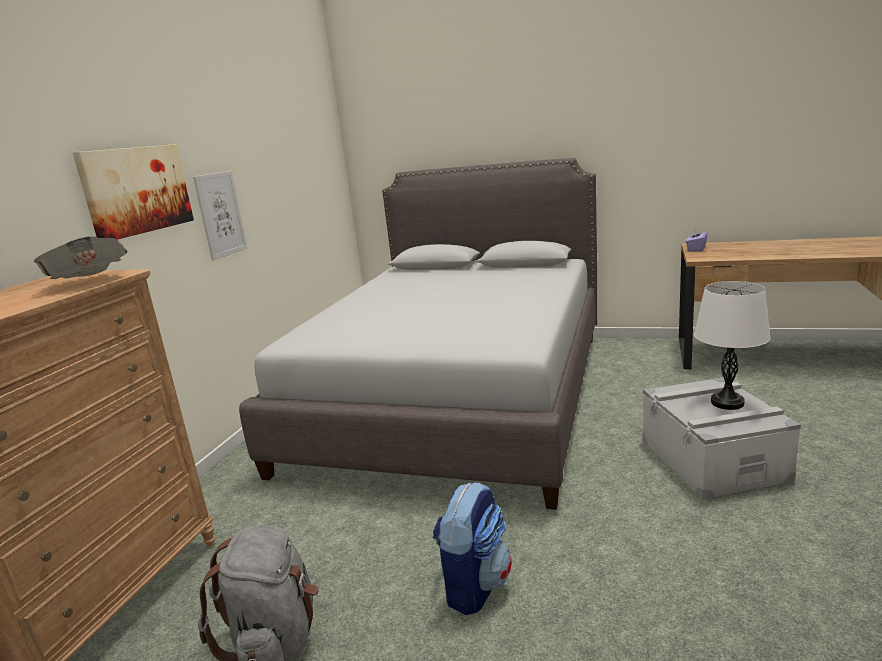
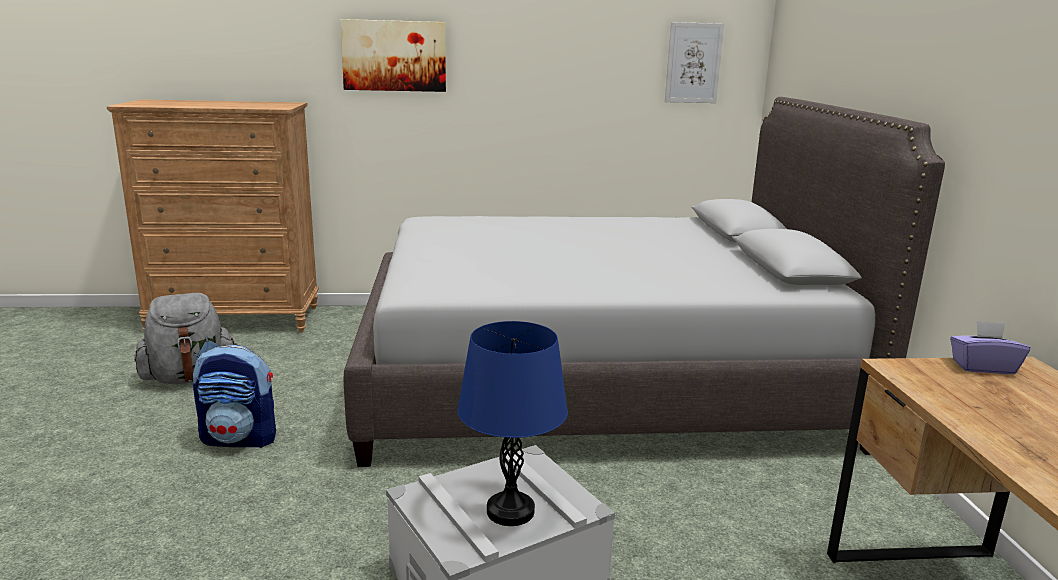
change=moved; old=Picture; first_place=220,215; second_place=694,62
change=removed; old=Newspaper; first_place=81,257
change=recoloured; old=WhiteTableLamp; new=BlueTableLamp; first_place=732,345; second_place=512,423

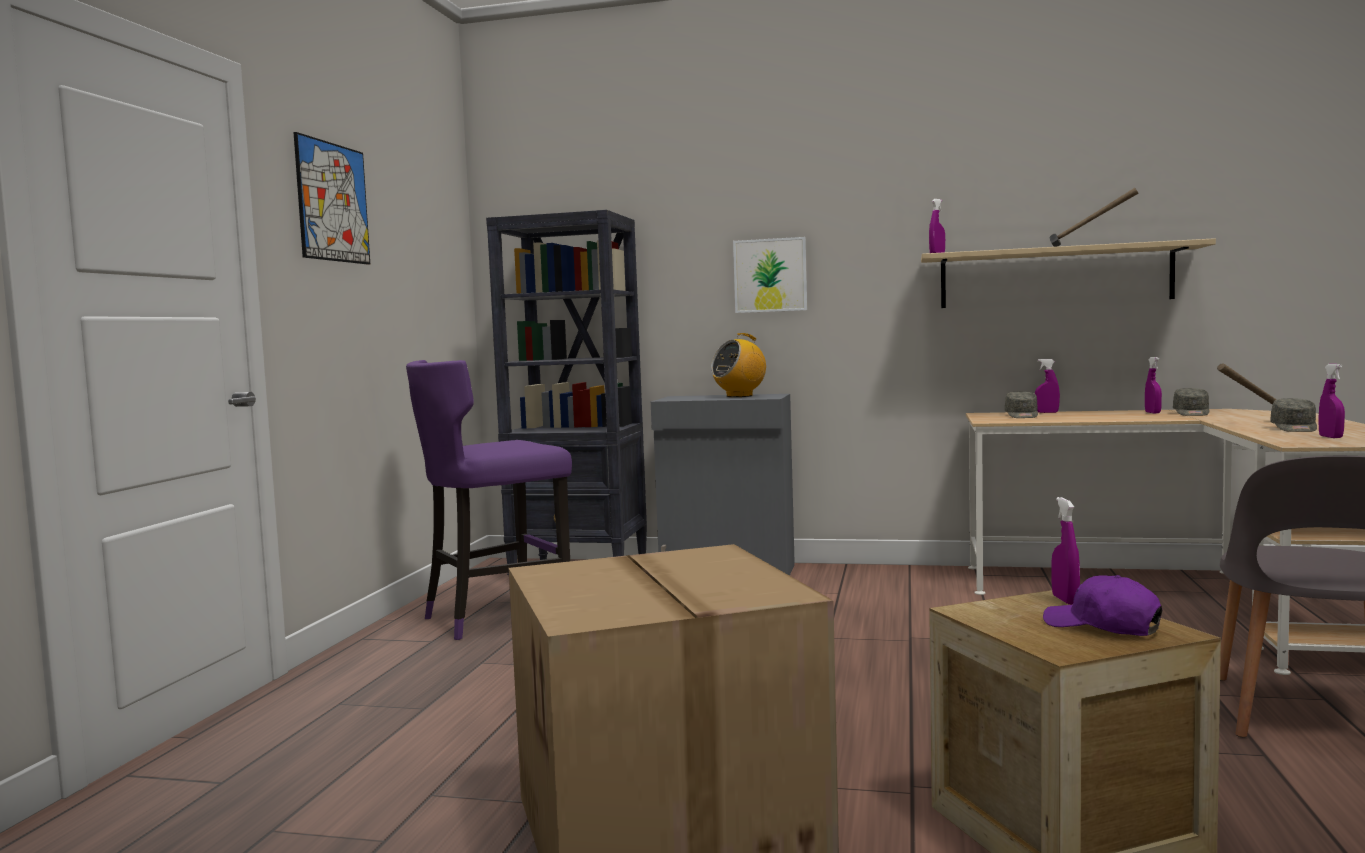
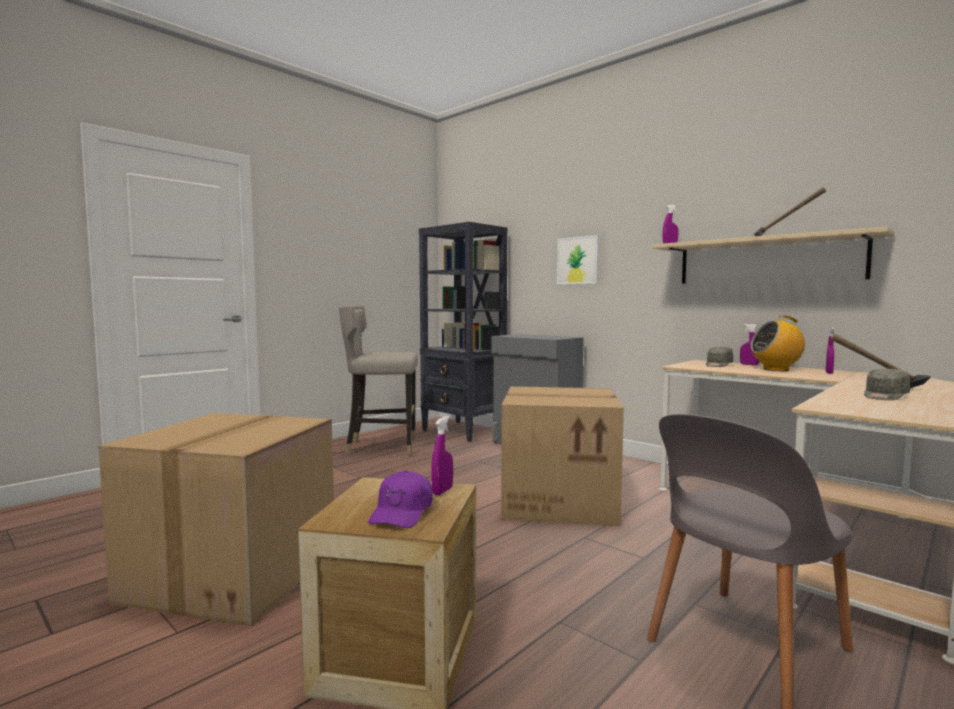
change=removed; old=Picture; first_place=332,198
change=moved; old=Radio; first_place=738,365; second_place=778,343
change=recoloured; old=PurpleStool; new=GreyStool; first_place=489,500; second_place=378,380
change=removed; old=PurpleSprayBottle; first_place=1332,401
change=removed; old=GreyCap; first_place=1191,402
change=turned; old=PurpleCap; first_place=1102,605; second_place=400,499; degrees=-150
change=added; new=CardboardBox; second_place=562,456

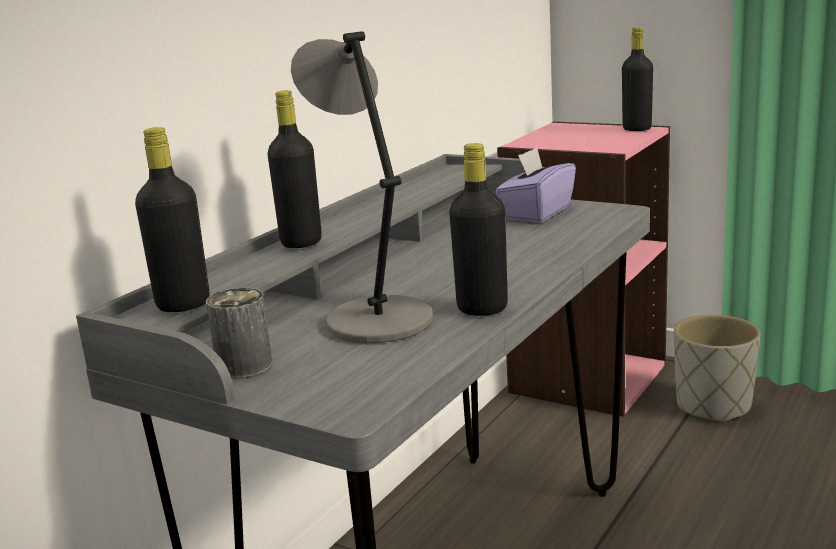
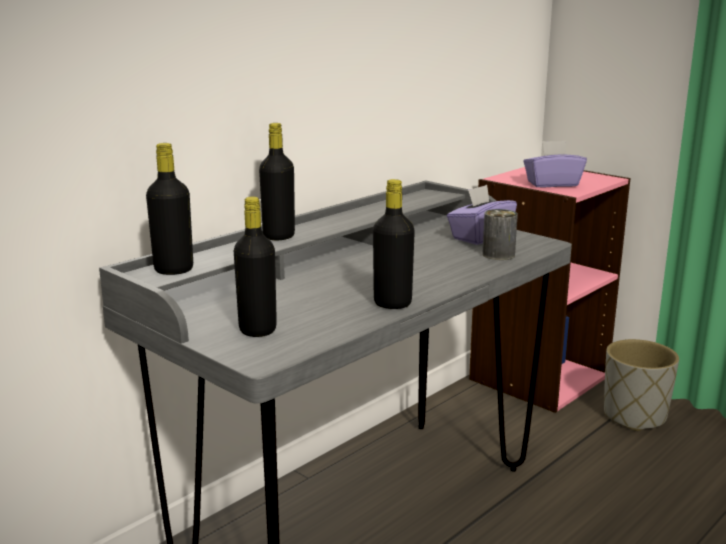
change=moved; old=BlackBottle; first_place=637,79; second_place=255,266
change=removed; old=GreyTableLamp; first_place=362,187
change=moved; old=Can; first_place=239,333; second_place=500,234
change=added; new=PurpleTissueBox; second_place=555,164

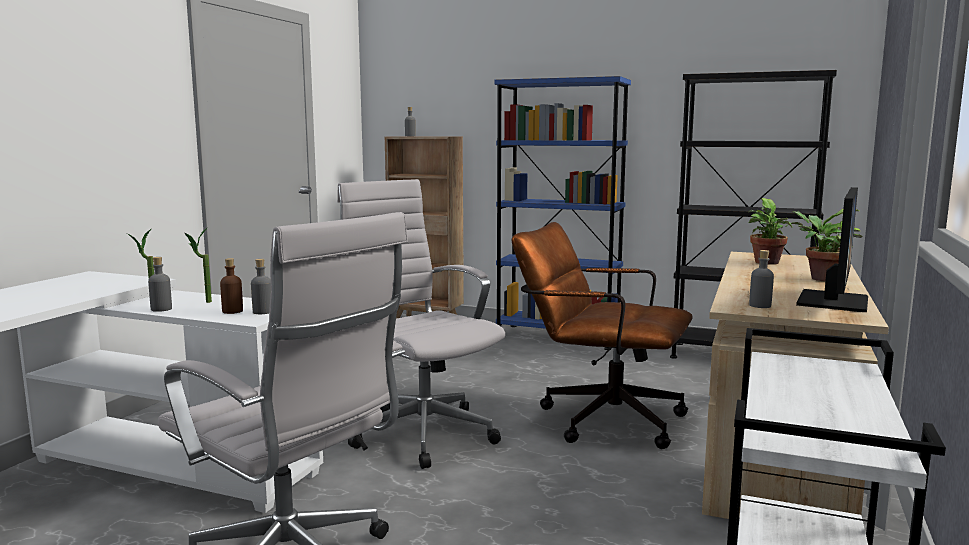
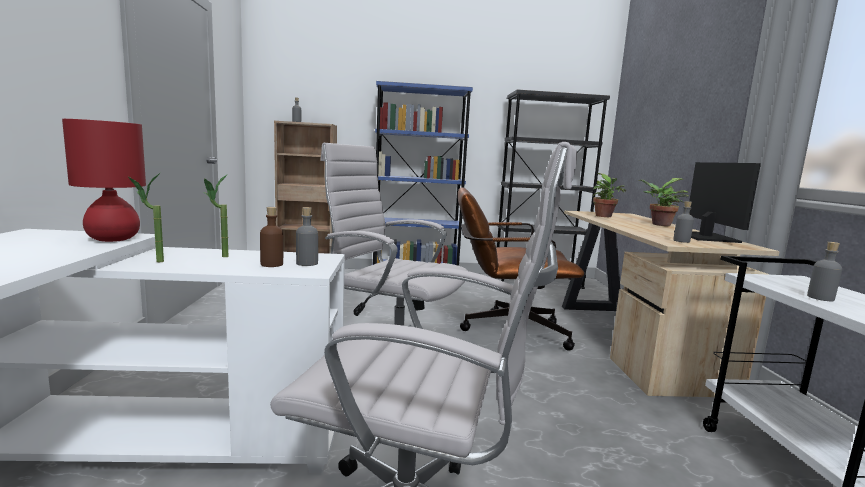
change=moved; old=GreyBottle; first_place=160,284; second_place=824,271
change=added; new=RedTableLamp; second_place=104,180

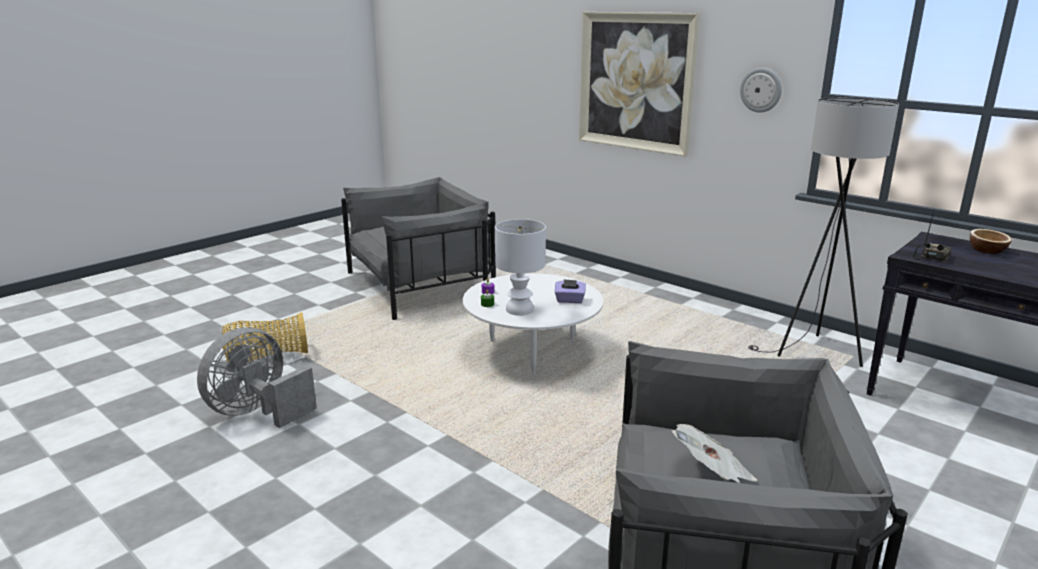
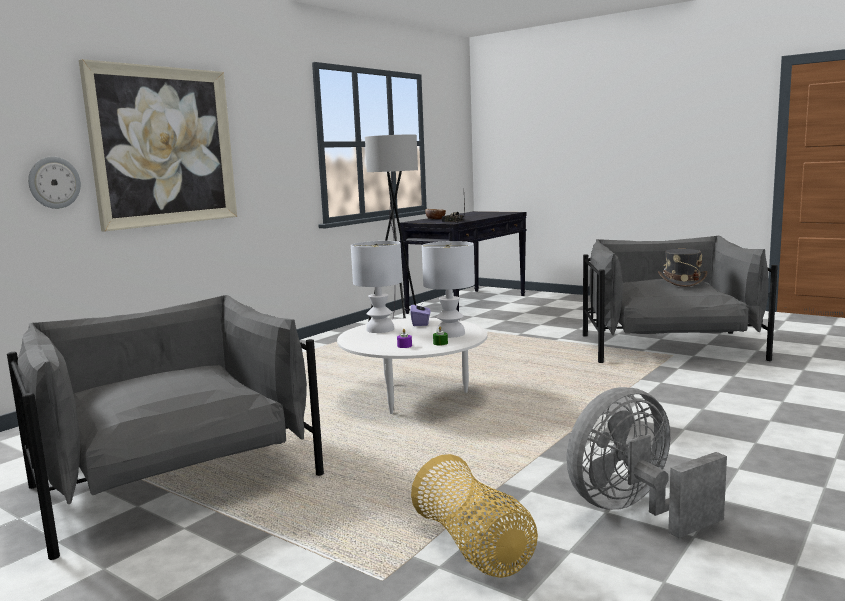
change=moved; old=WallClock; first_place=761,90; second_place=54,183
change=turned; old=GreyFan; first_place=257,377; second_place=646,462; degrees=120
change=replaced; old=Newspaper; new=GreyHat; first_place=714,453; second_place=682,268
change=added; new=WhiteTableLamp; second_place=376,287

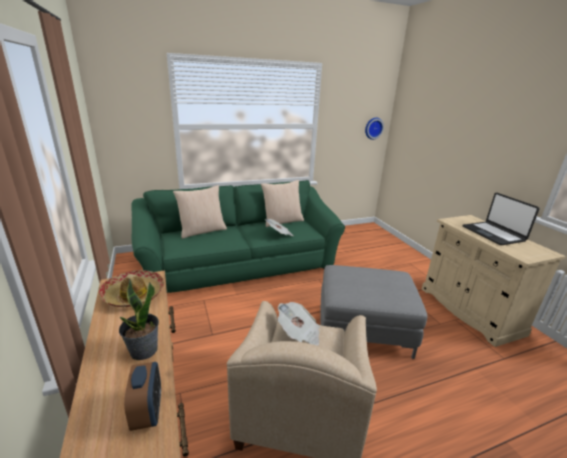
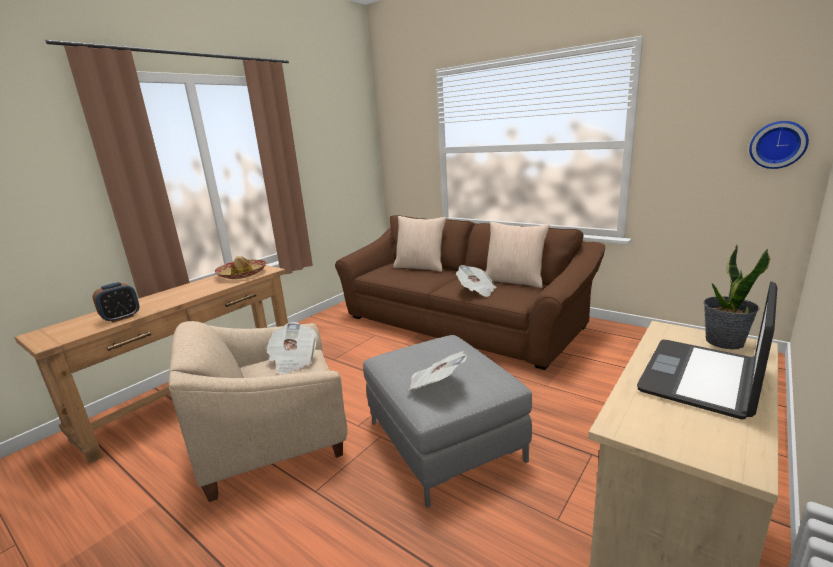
change=recoloured; old=GreenSofa; new=BrownSofa; first_place=238,236; second_place=470,292
change=moved; old=PottedPlant; first_place=139,319; second_place=737,296
change=added; new=Newspaper; second_place=437,371

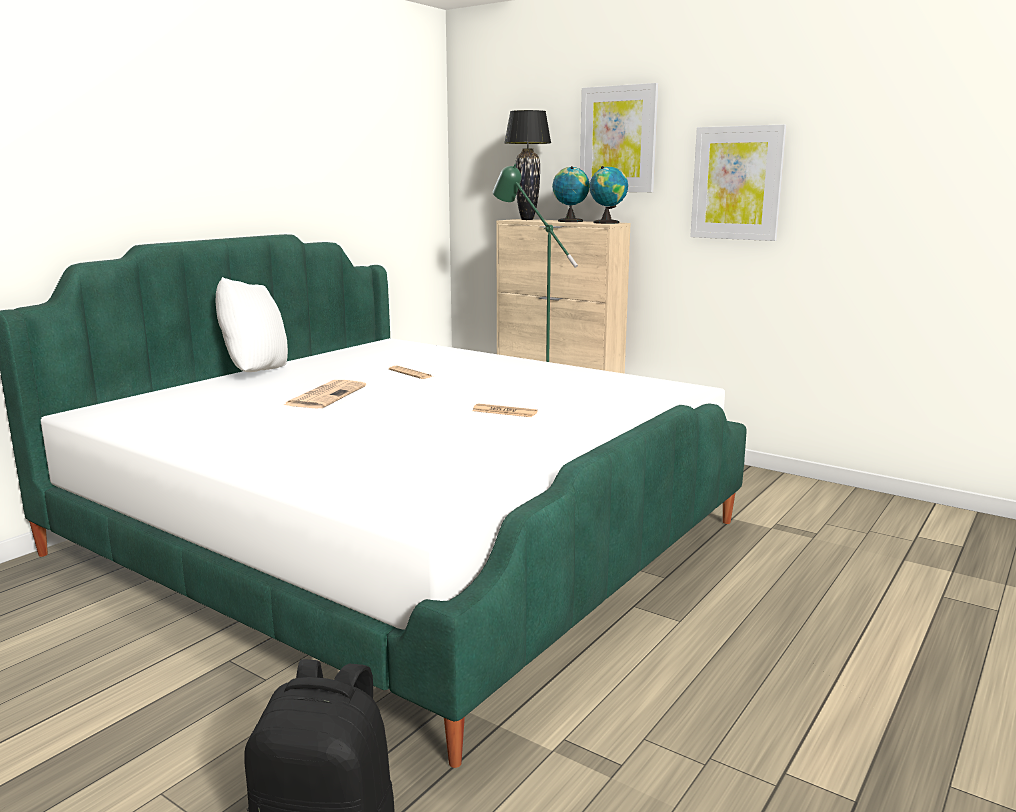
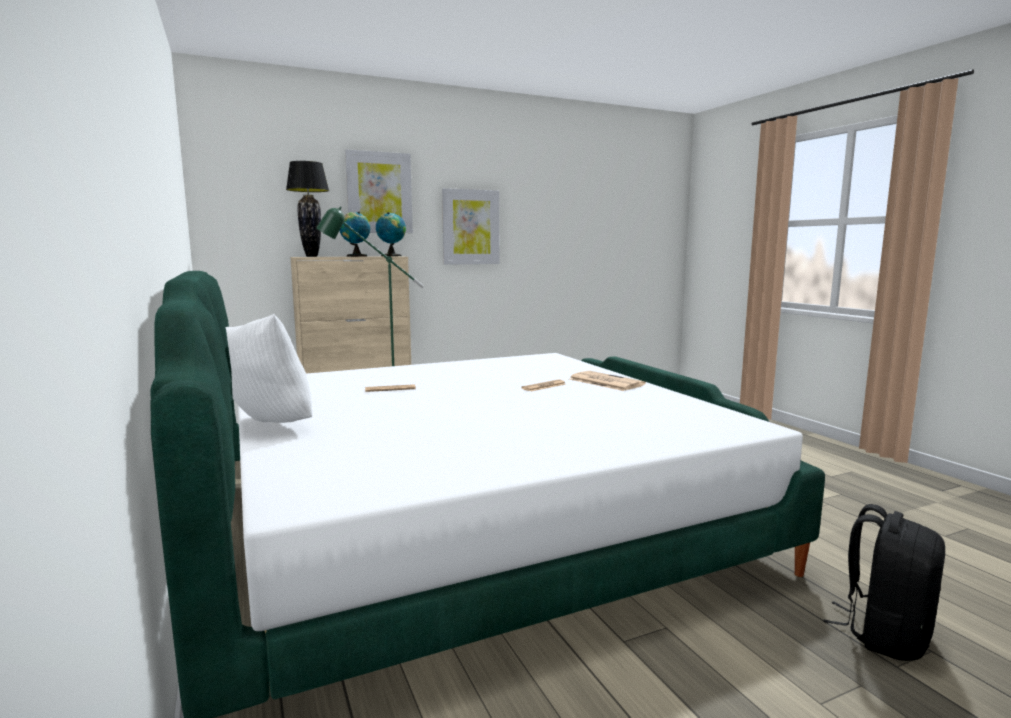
change=moved; old=Newspaper; first_place=325,394; second_place=607,381

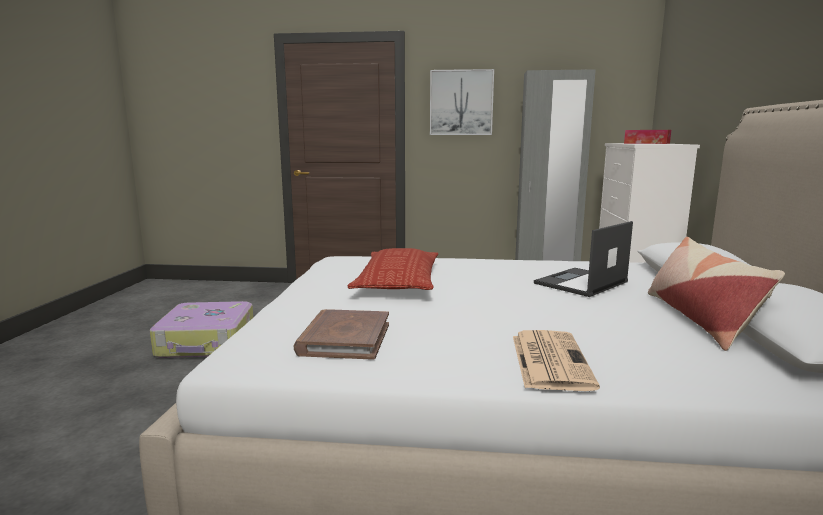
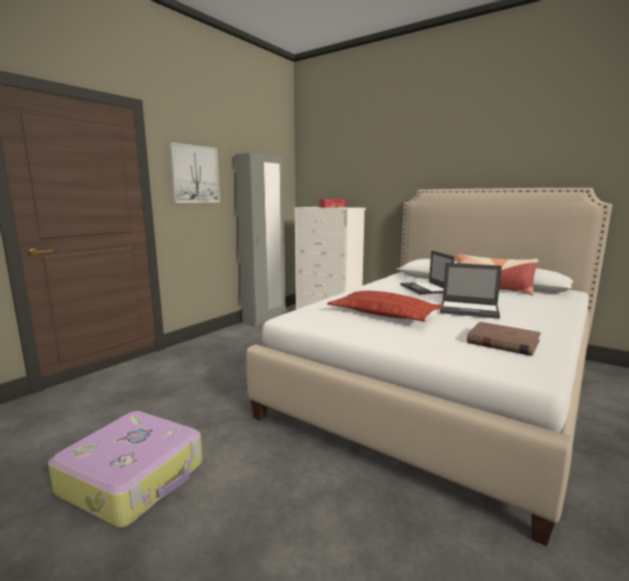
change=removed; old=Newspaper; first_place=556,360
change=added; new=Laptop; second_place=471,291

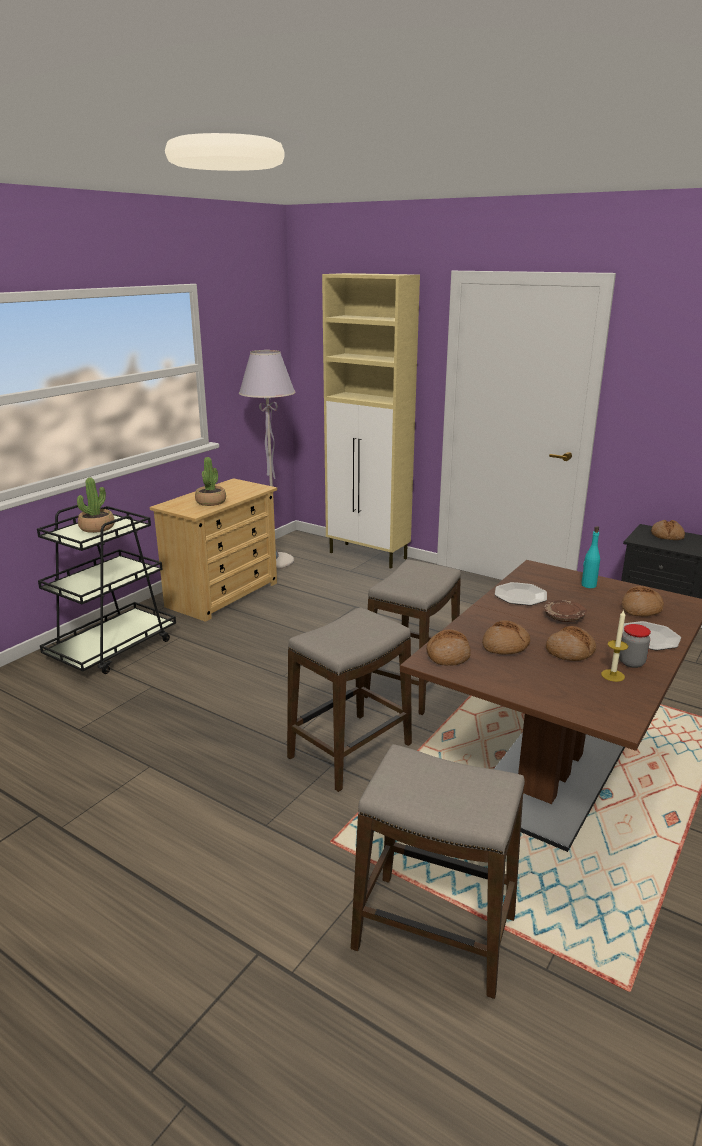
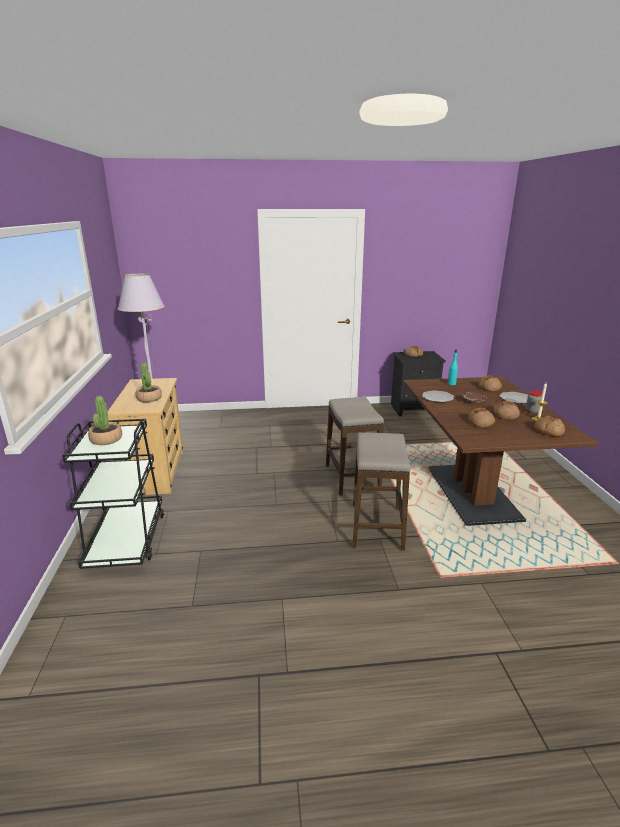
change=removed; old=BeigeCabinet; first_place=371,420
change=moved; old=Bread; first_place=448,647; second_place=549,426
change=removed; old=Stool; first_place=438,871

